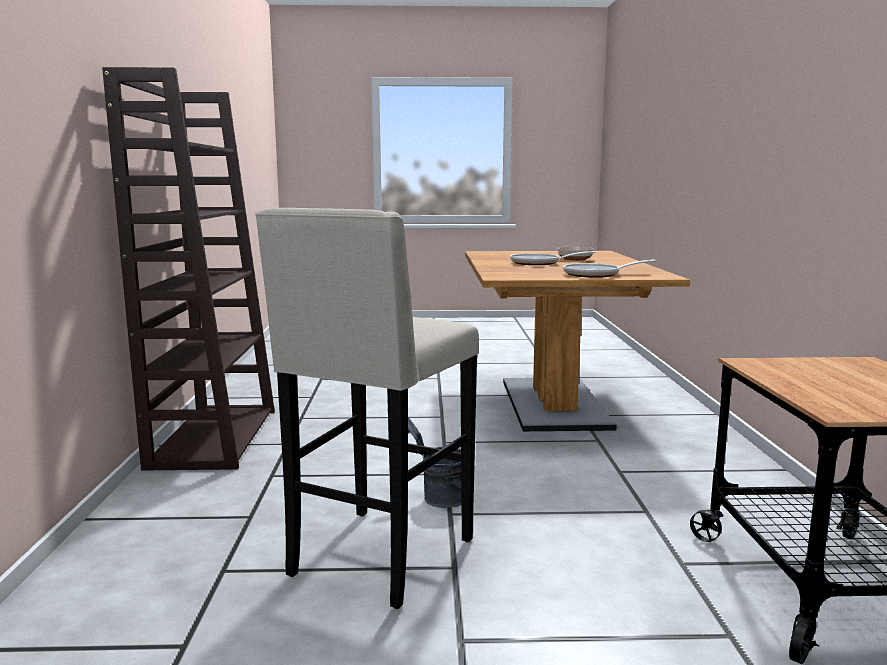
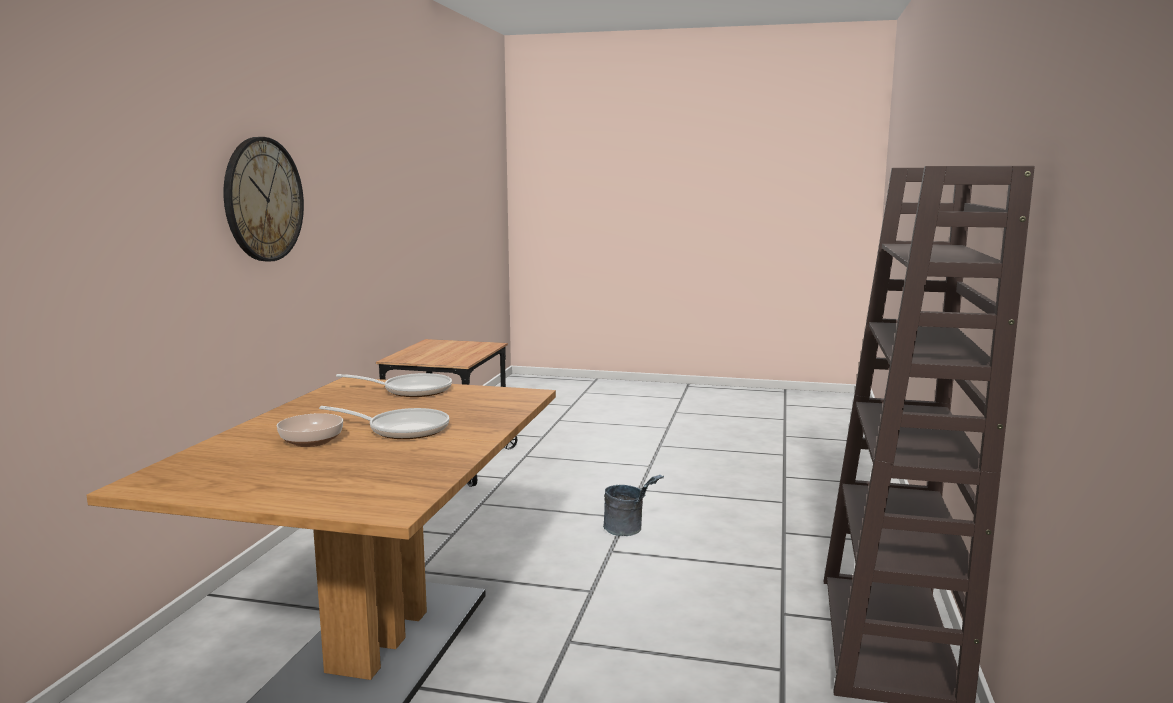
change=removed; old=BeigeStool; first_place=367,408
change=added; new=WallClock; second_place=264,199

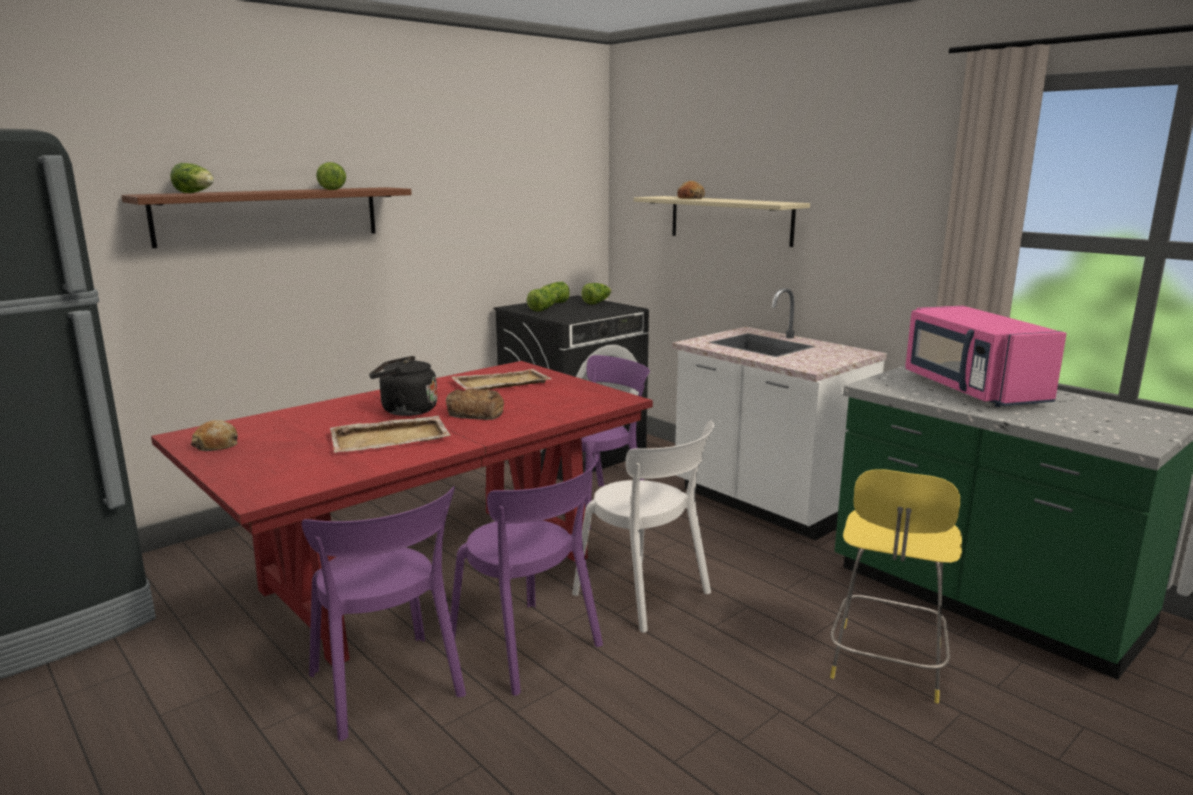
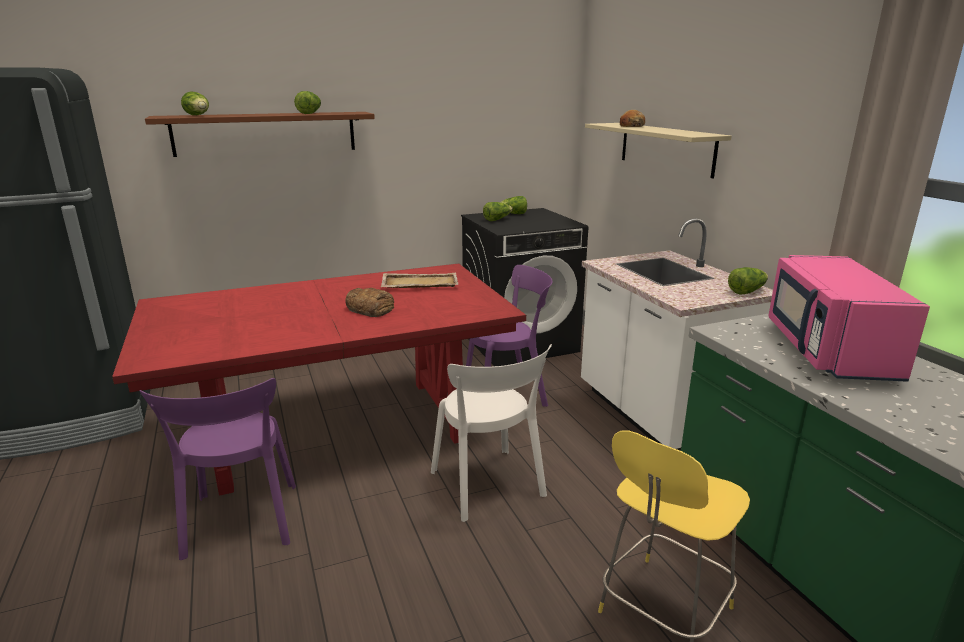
change=moved; old=Lettuce; first_place=596,293; second_place=748,281
change=removed; old=BlackKettle; first_place=403,386
change=removed; old=BeigeTray; first_place=390,434
change=removed; old=Bread; first_place=214,435
change=removed; old=PurpleChair; first_place=526,575

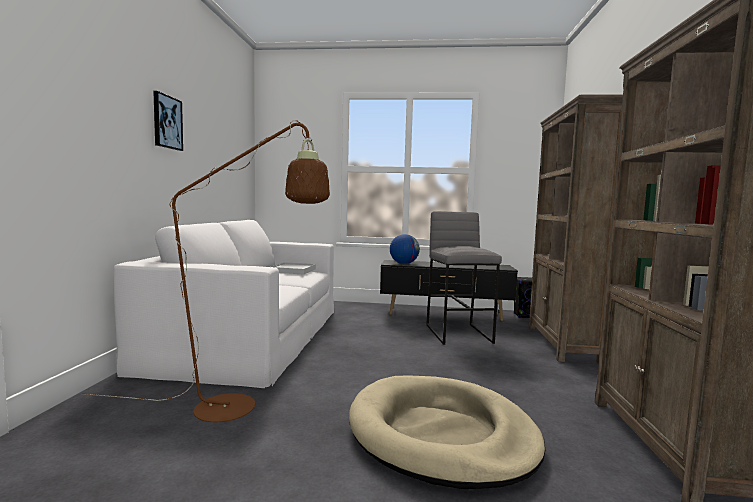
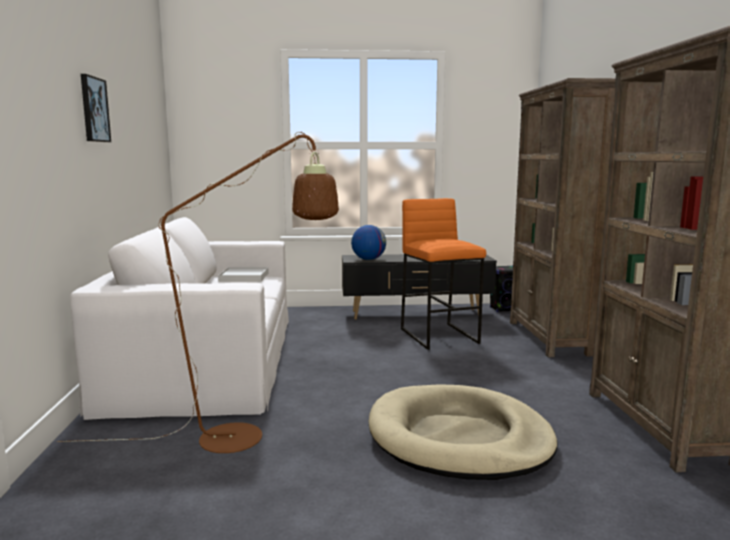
change=recoloured; old=GreyStool; new=OrangeStool; first_place=464,278; second_place=443,274

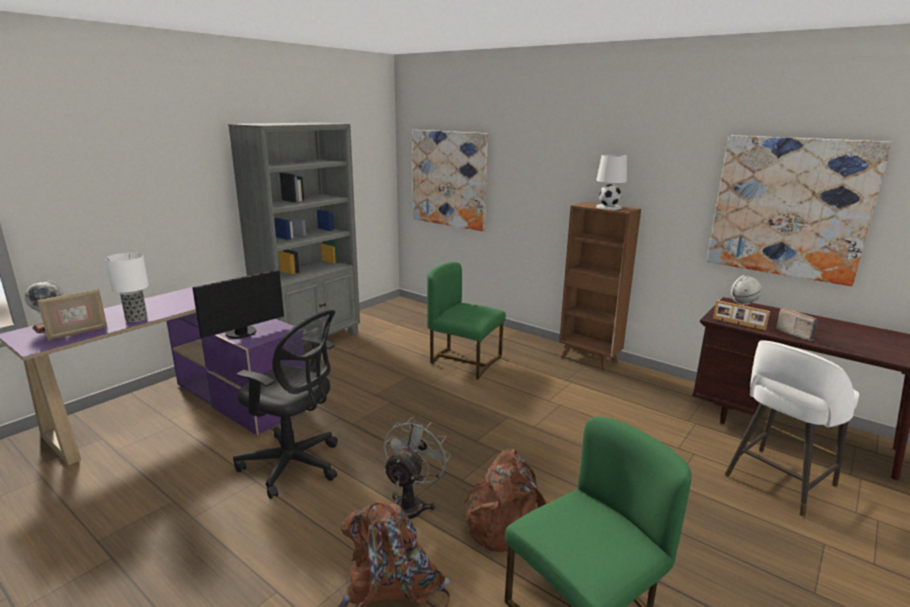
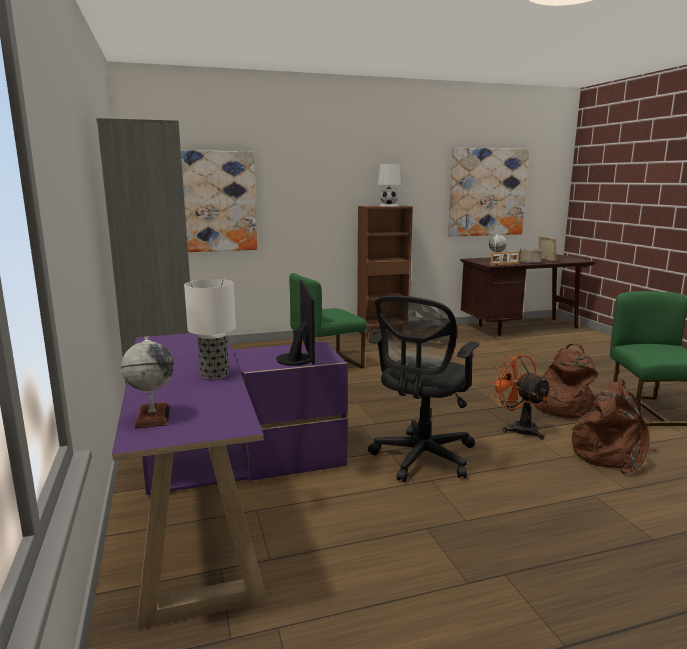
change=moved; old=PictureFrame; first_place=72,315; second_place=547,249
change=turned; old=BlackOfficeChair; first_place=285,404; second_place=424,389; degrees=150
change=removed; old=WhiteStool; first_place=792,428
change=recoloured; old=GreyFan; new=OrangeFan; first_place=417,467; second_place=520,396

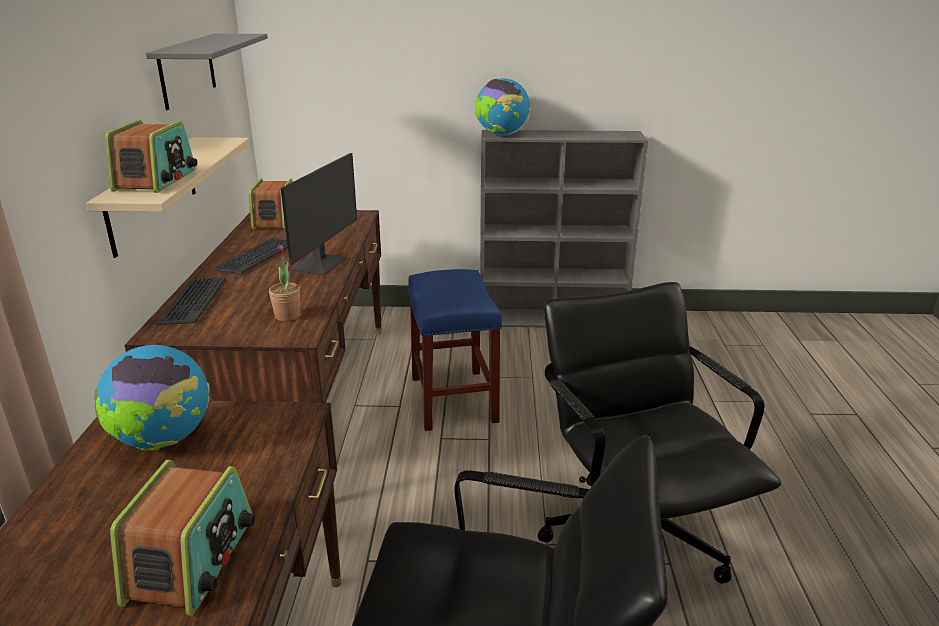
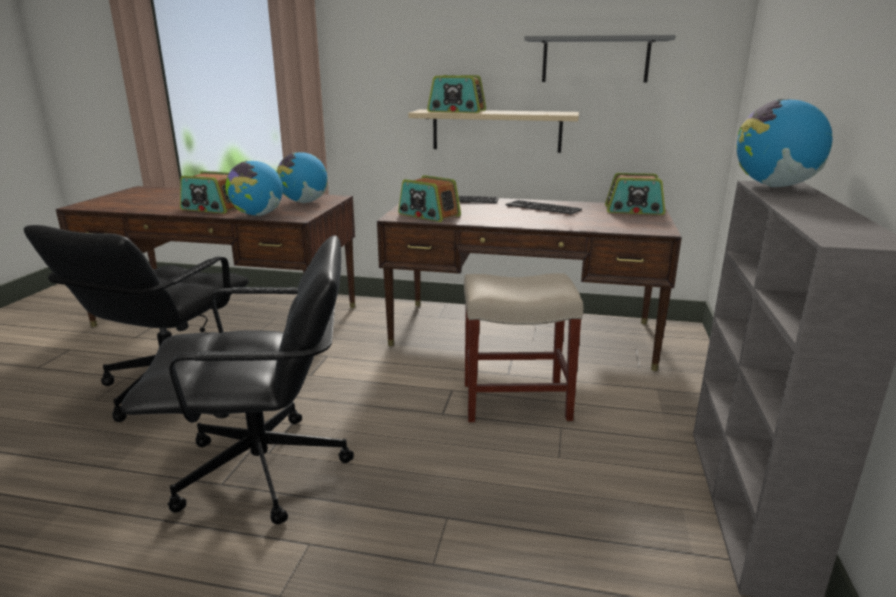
change=removed; old=Monitor; first_place=319,214
change=replaced; old=PottedPlant; new=Radio; first_place=284,283; second_place=429,198
change=recoloured; old=BlueStool; new=BeigeStool; first_place=455,350; second_place=523,347
change=added; new=Globe; second_place=254,188

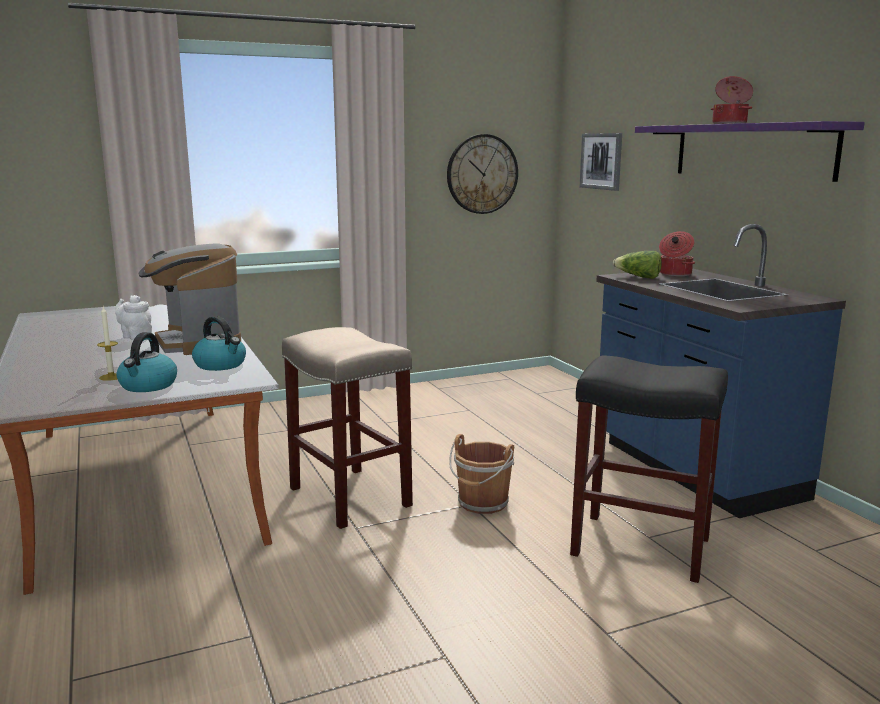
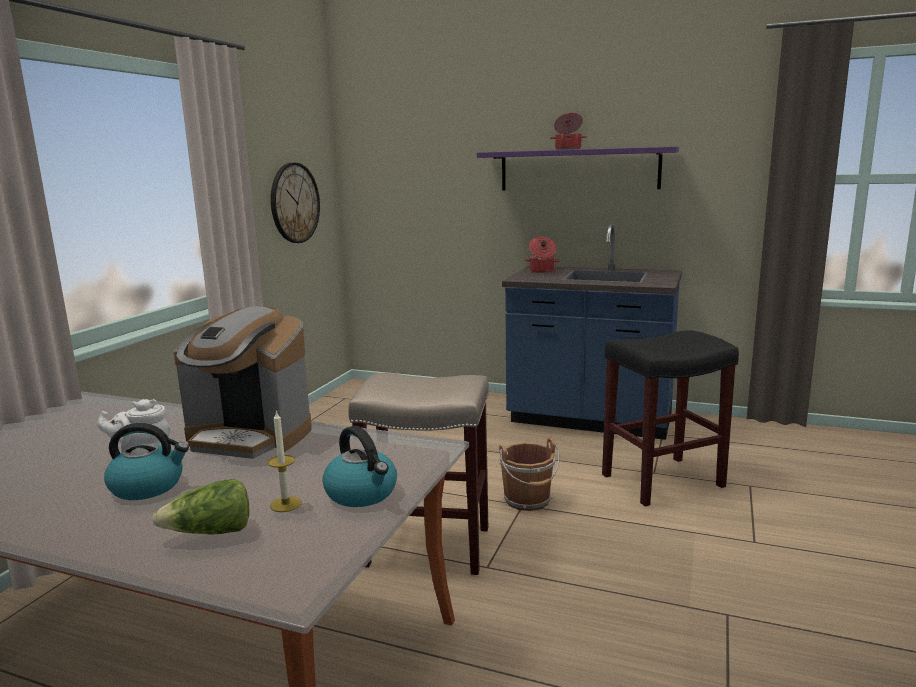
change=removed; old=Picture; first_place=601,162
change=moved; old=Lettuce; first_place=637,265; second_place=200,507
change=moved; old=Kettle; first_place=219,343; second_place=146,461

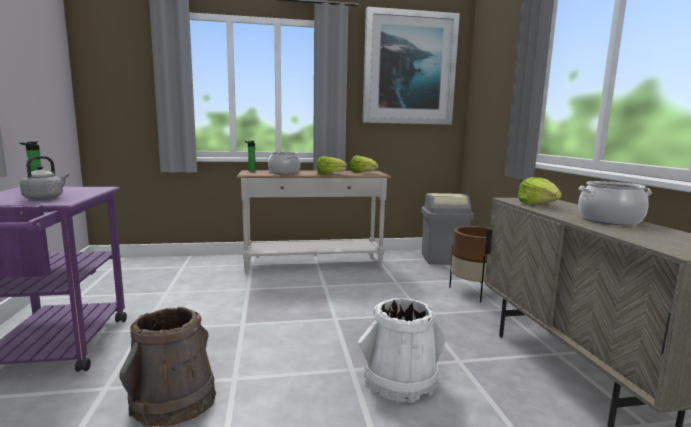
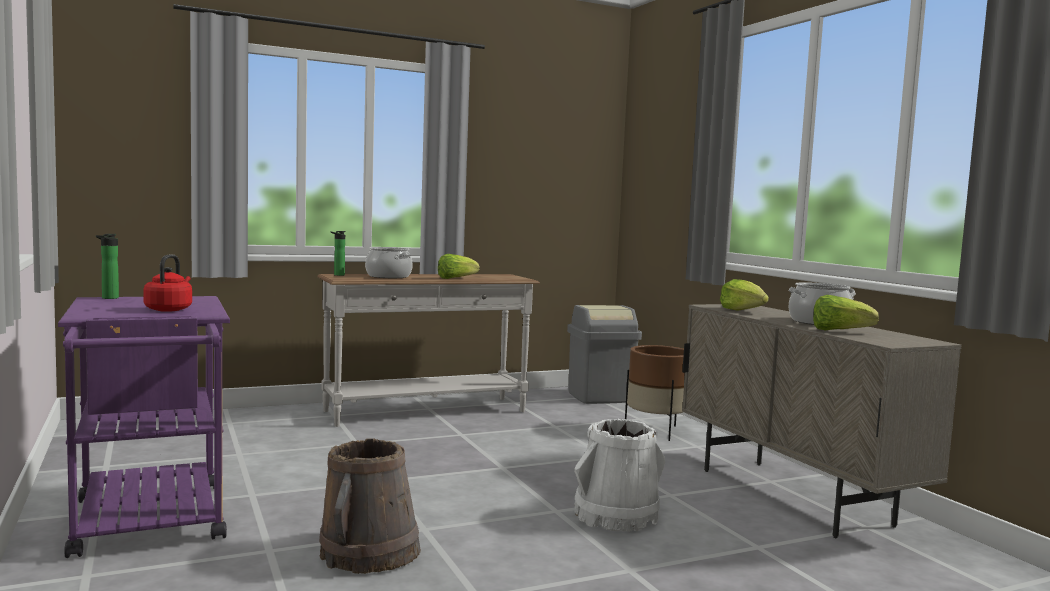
change=removed; old=Picture; first_place=411,66
change=moved; old=Lettuce; first_place=364,163; second_place=846,312
change=recoloured; old=GreyKettle; new=RedKettle; first_place=44,178; second_place=167,283

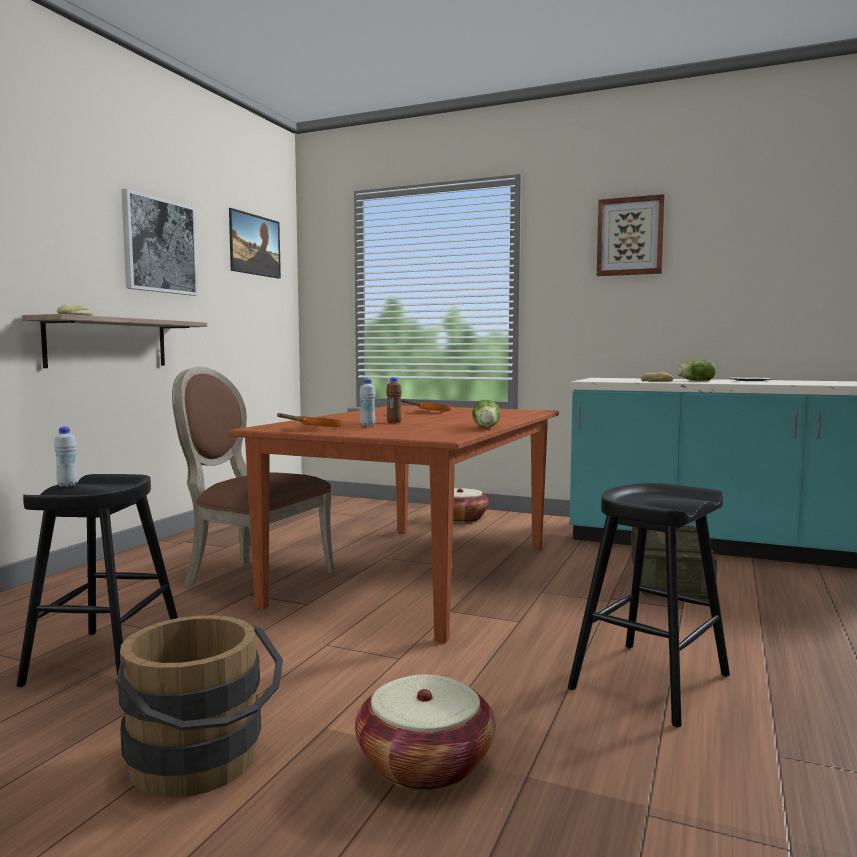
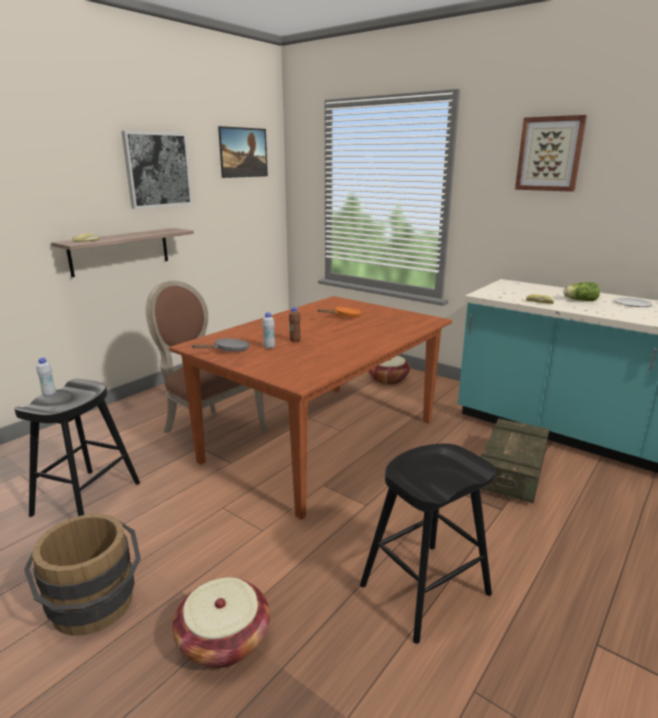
change=removed; old=Lettuce; first_place=486,414
change=recoloured; old=OrangeFryingPan; new=GreyFryingPan; first_place=310,420; second_place=221,345

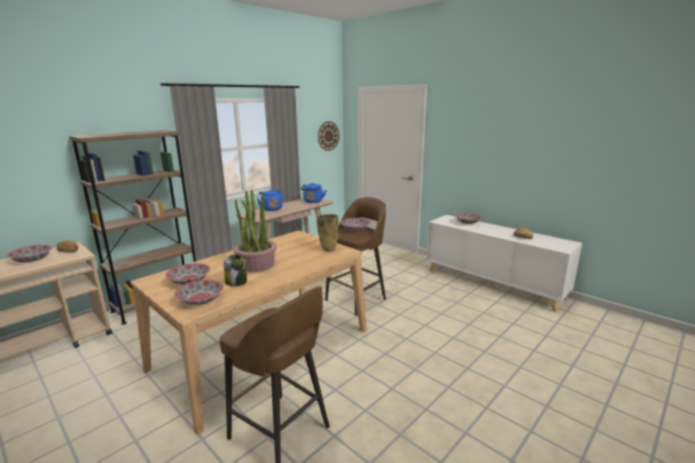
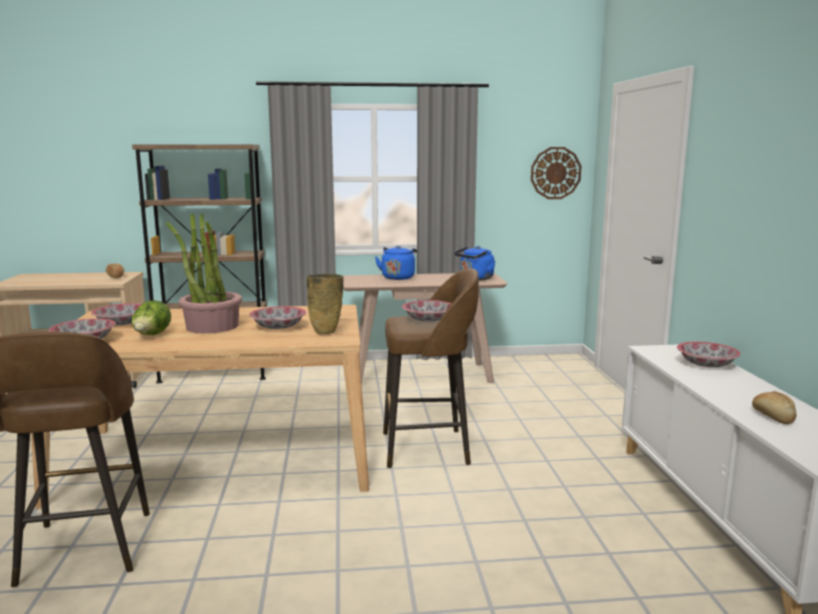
change=moved; old=Bowl; first_place=29,253; second_place=277,317
change=replaced; old=Jar; new=Lettuce; first_place=235,270; second_place=151,317

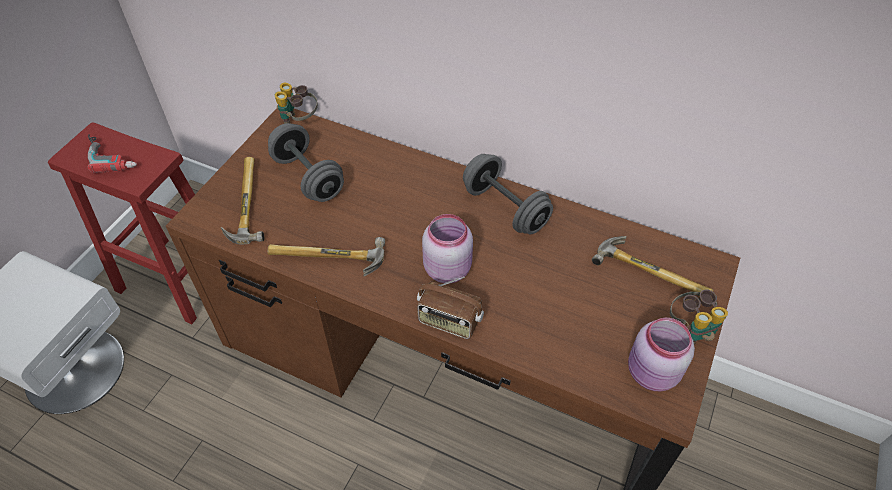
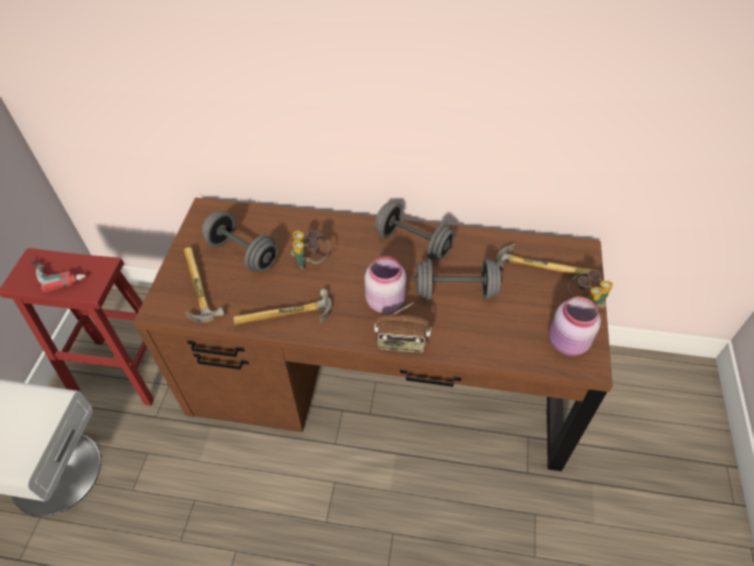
change=moved; old=Binoculars; first_place=296,103; second_place=310,250
change=added; new=GreyDumbbell; second_place=458,279

